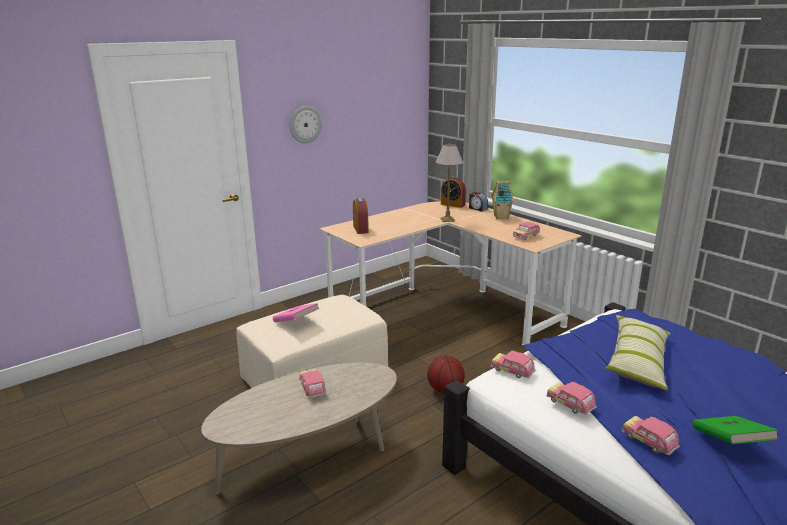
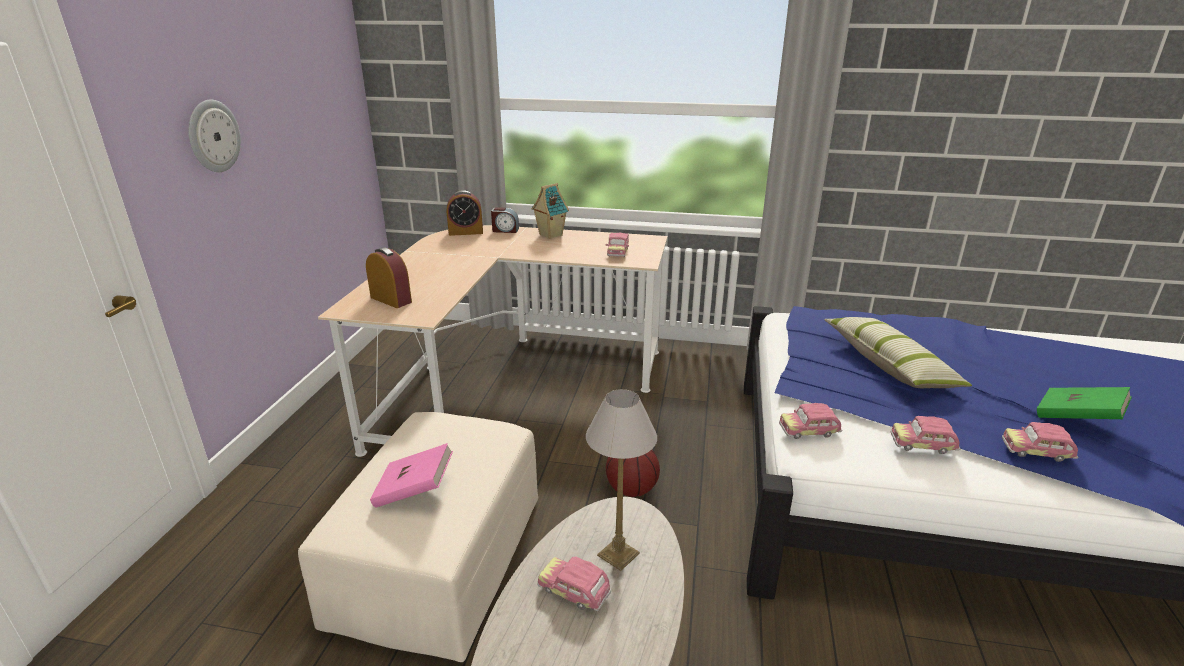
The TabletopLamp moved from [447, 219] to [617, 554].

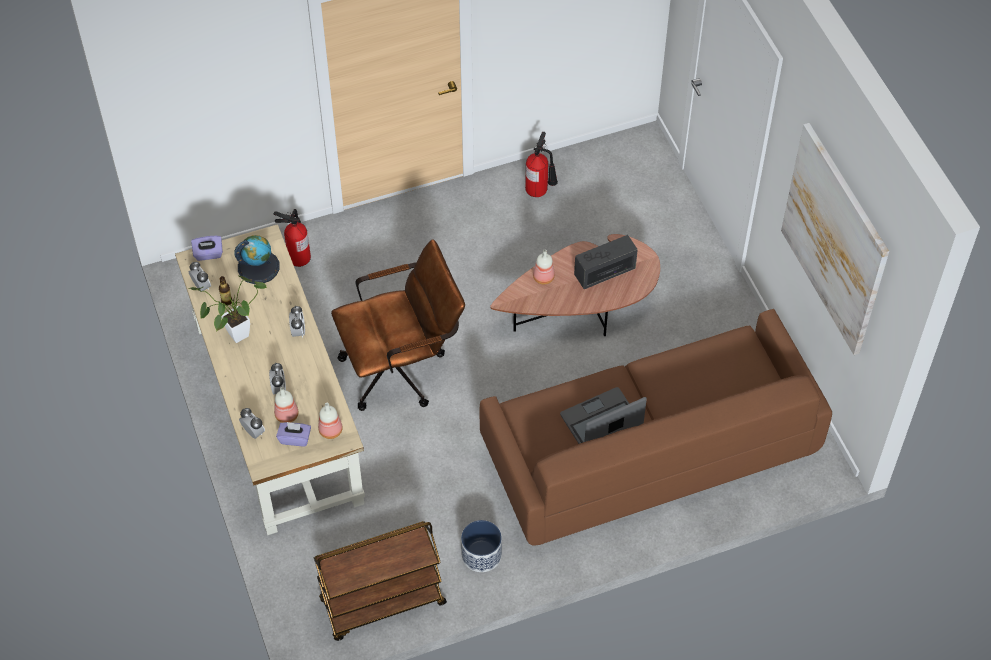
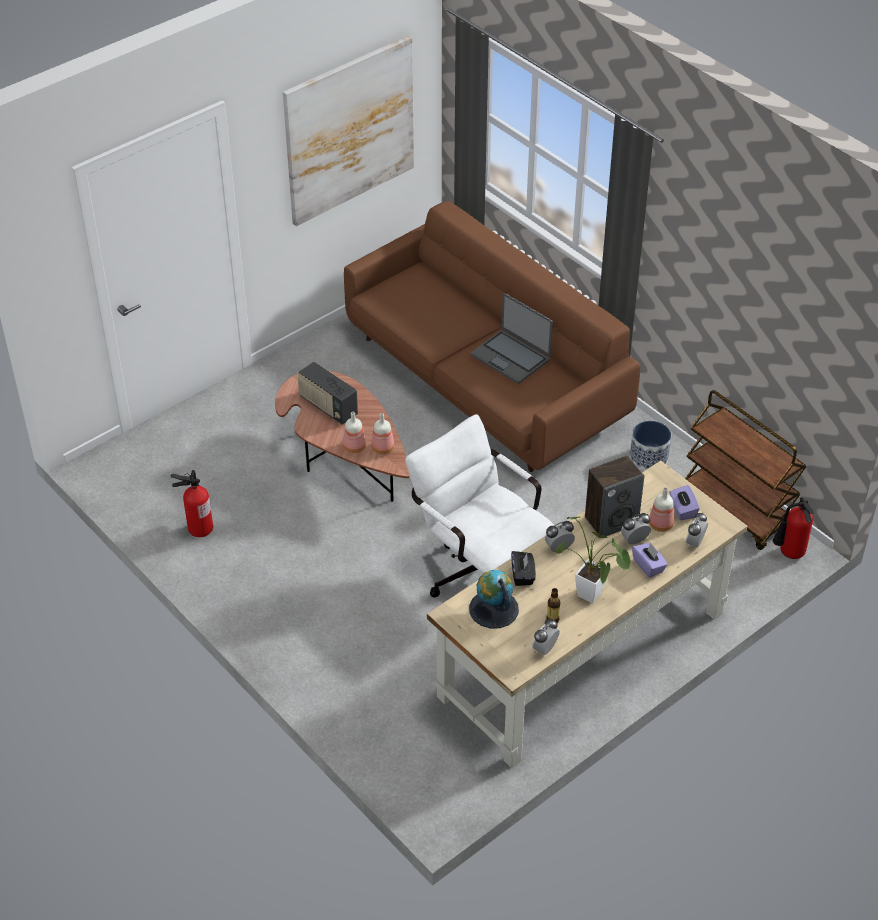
The Bottle moved from [331, 430] to [382, 448].
The BrownishDeskChair at [402, 368] became the WhiteColouredDeskChair at [479, 571].
The BlackBoxOfTissues at [522, 575] appeared.
The Speaker at [611, 520] appeared.
The PurpleBoxOfTissues moved from [208, 254] to [648, 566].
The FireExtinguisher moved from [299, 257] to [789, 554].

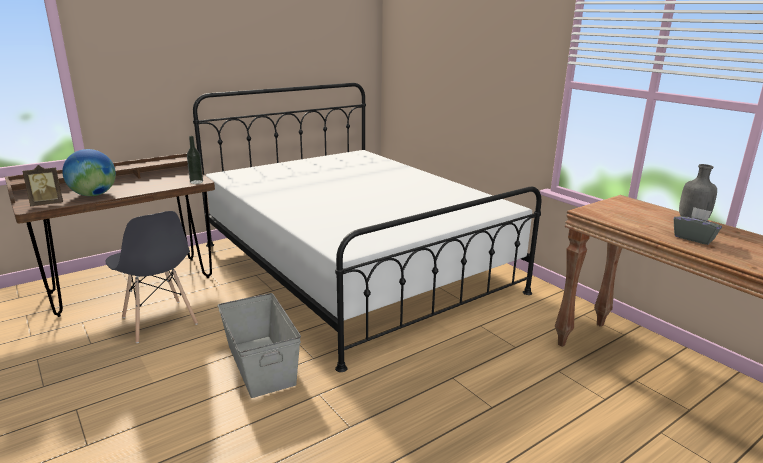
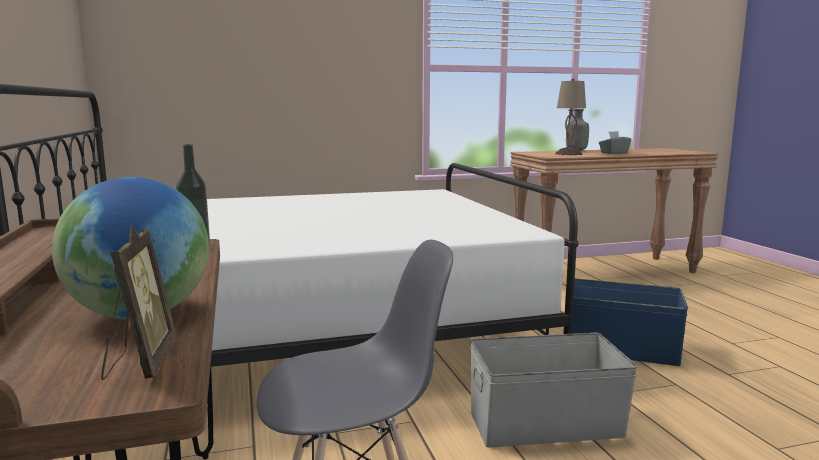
The BeigeColouredTabletopLamp at [569, 154] appeared.
The BluishStorageBin at [620, 348] appeared.

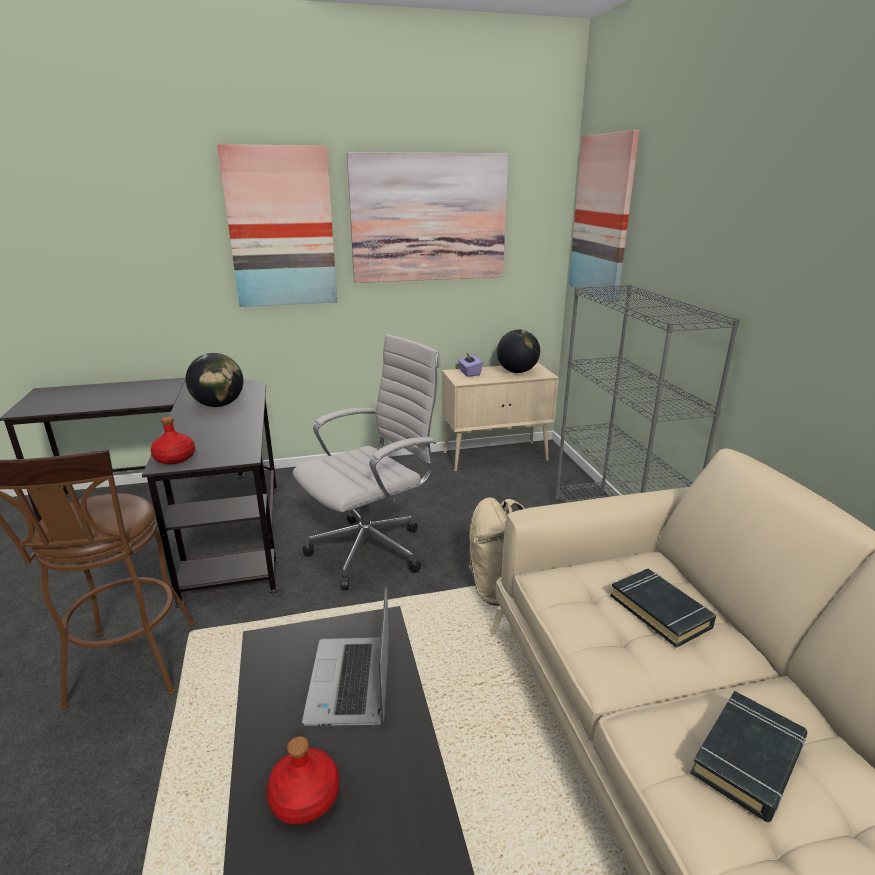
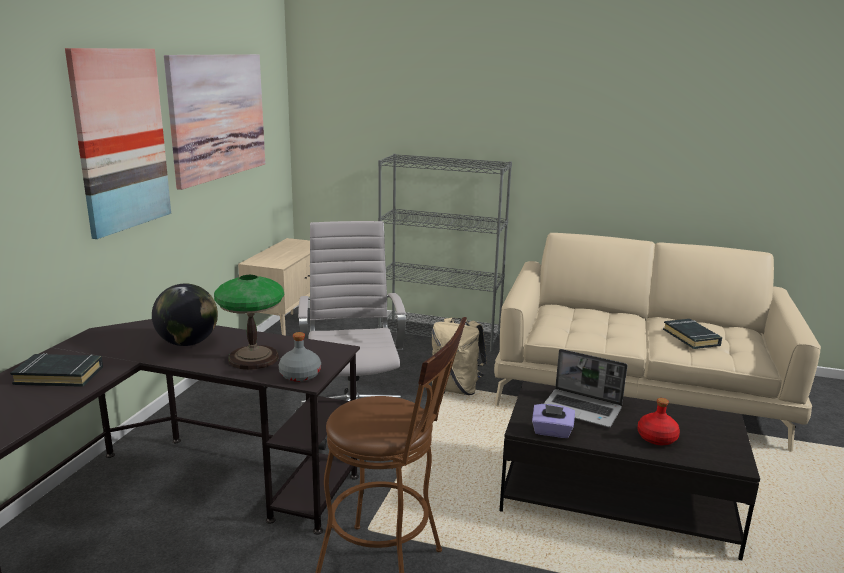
The BlackBoundBook moved from [660, 611] to [59, 375].
The TabletopLamp at [253, 358] appeared.
The RedBottle at [175, 458] became the GreyBottle at [299, 375].
The PurpleBoxOfTissues moved from [469, 373] to [552, 432].
The Globe at [517, 372] disappeared.
The WallPicture at [602, 217] disappeared.

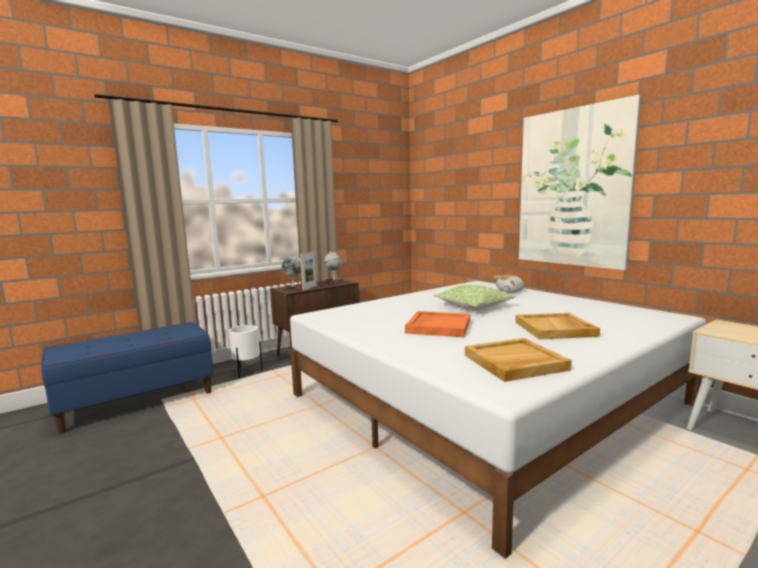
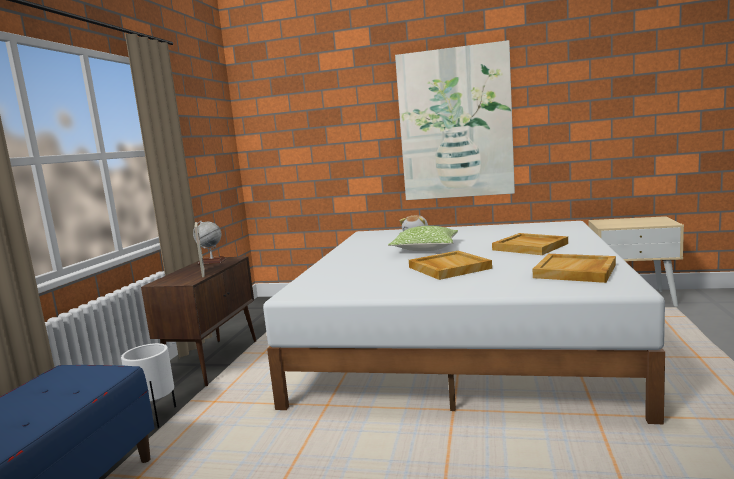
The OrangeColouredCarryingTray at [438, 326] became the BeigeColouredCarryingTray at [448, 268].
The Globe at [293, 288] disappeared.

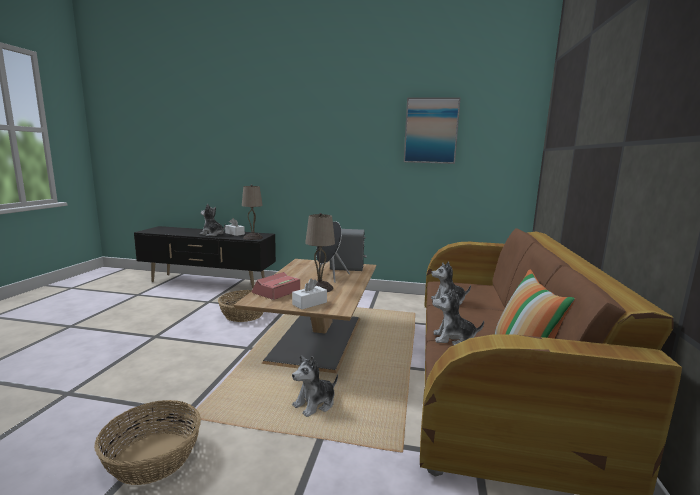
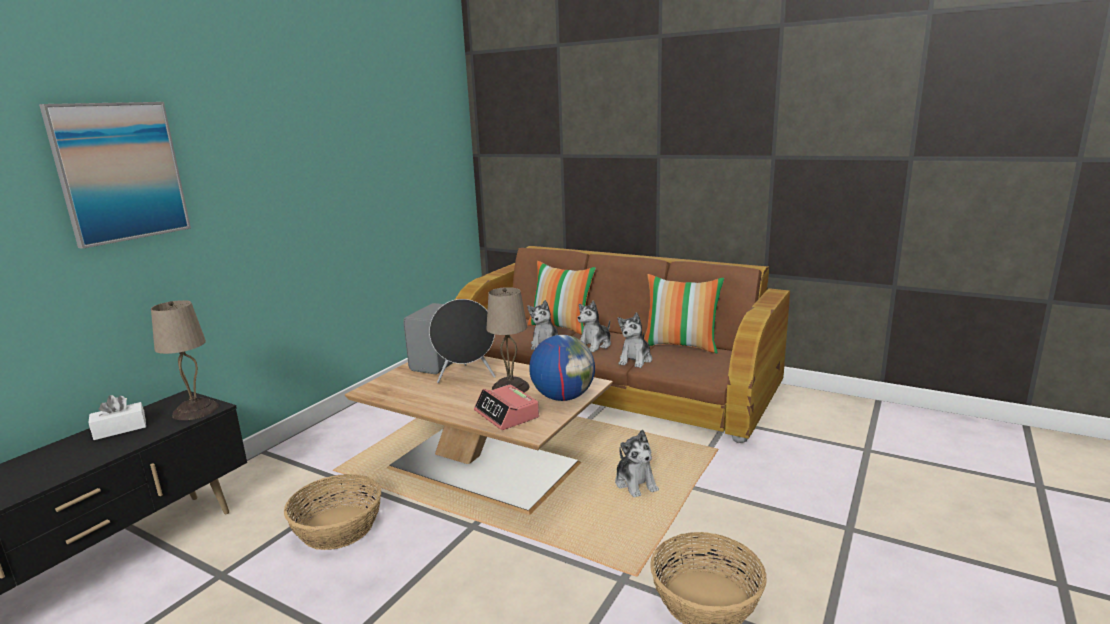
The WallPicture moved from [431, 131] to [120, 172].
The ThrowPillow at [561, 327] appeared.
The WhiteColouredBoxOfTissues at [309, 303] was replaced by the Globe at [563, 397].
The CuddlyToy moved from [212, 234] to [595, 345].

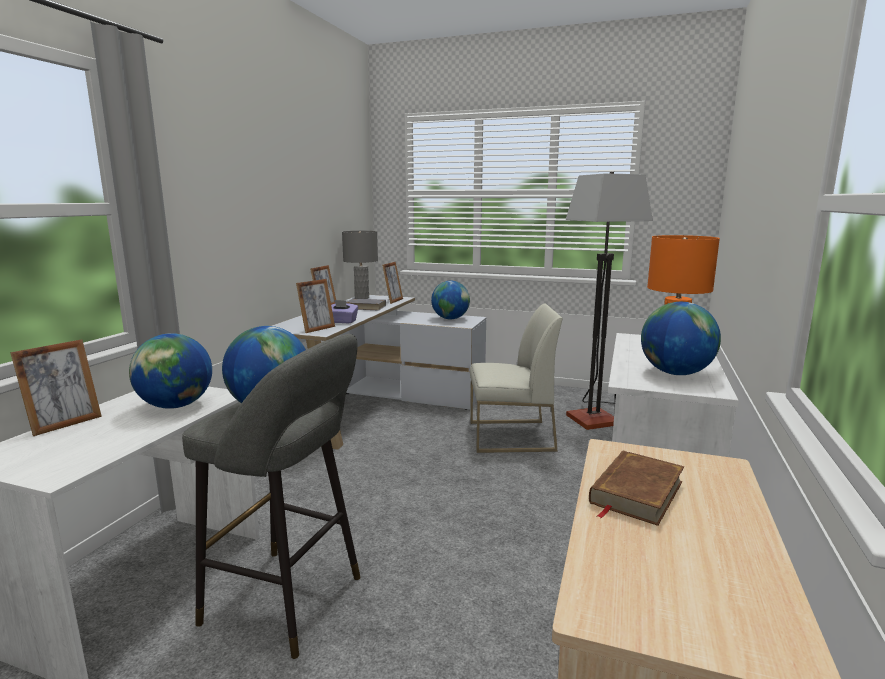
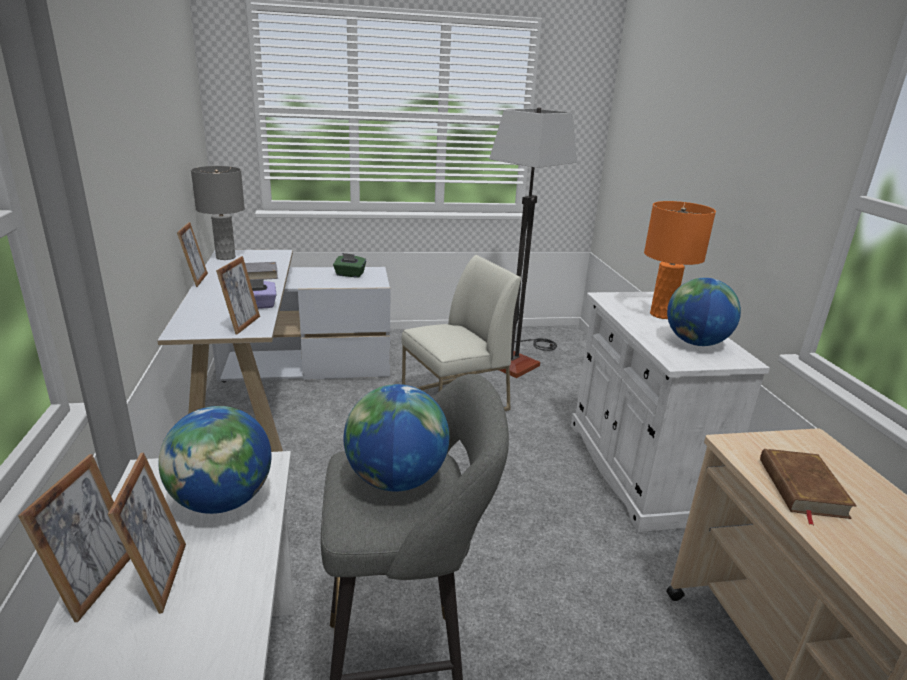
The PhotoFrame moved from [393, 301] to [160, 578].
The Globe at [450, 319] was replaced by the GreenColouredBoxOfTissues at [349, 274].

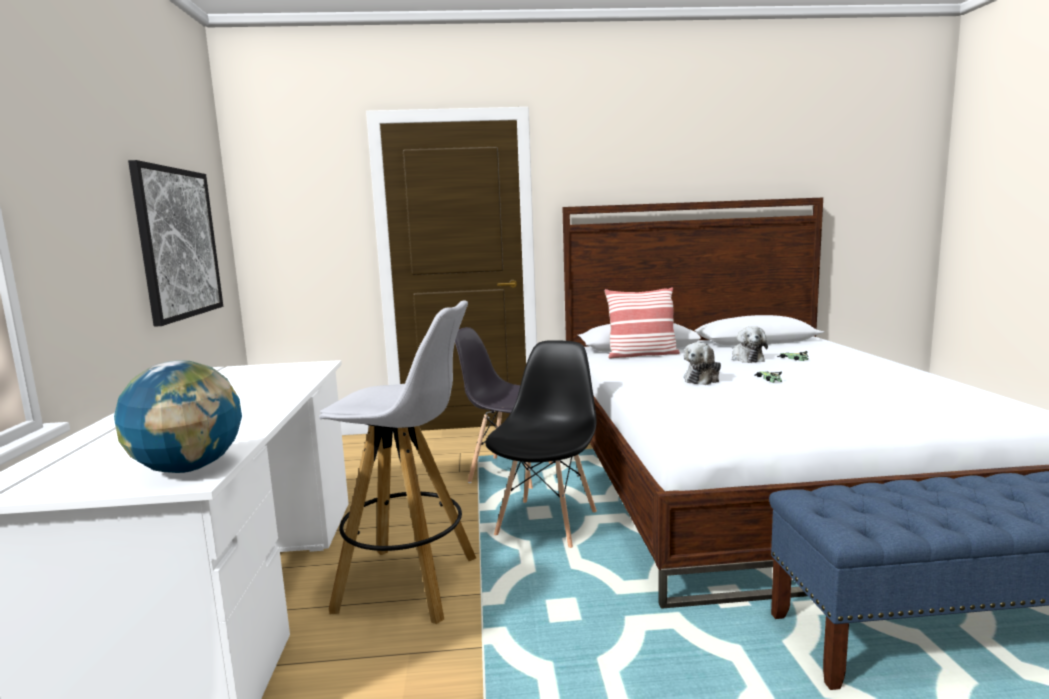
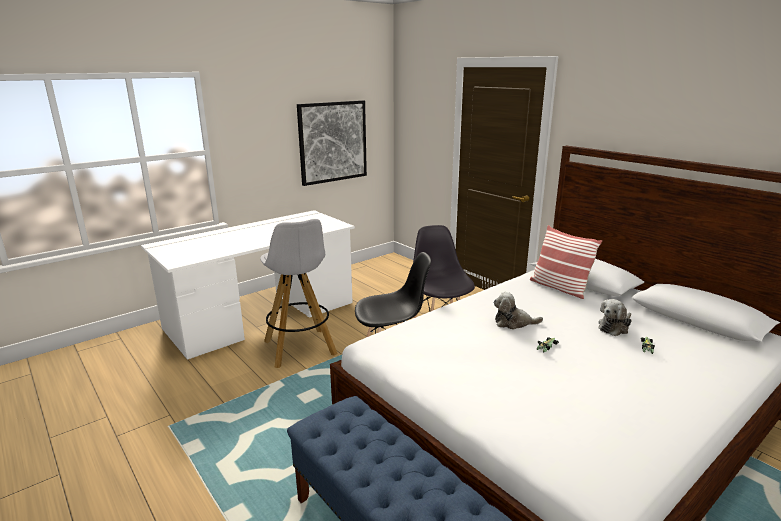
The Globe at [188, 468] disappeared.

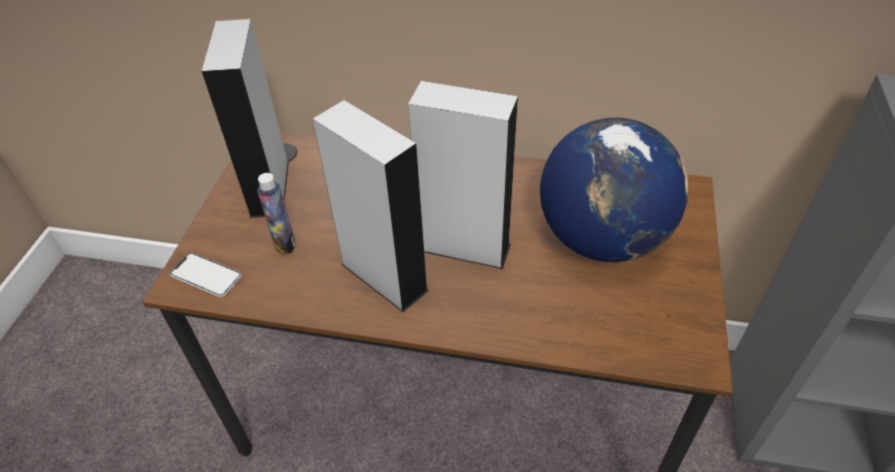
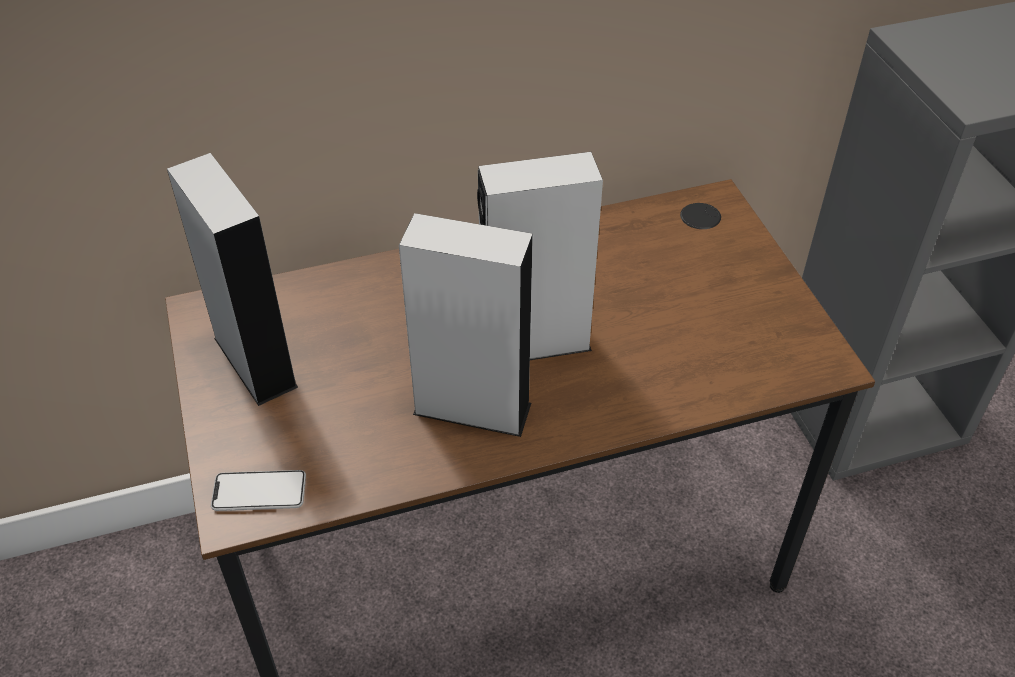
The Bottle at [284, 243] disappeared.
The Globe at [602, 238] disappeared.

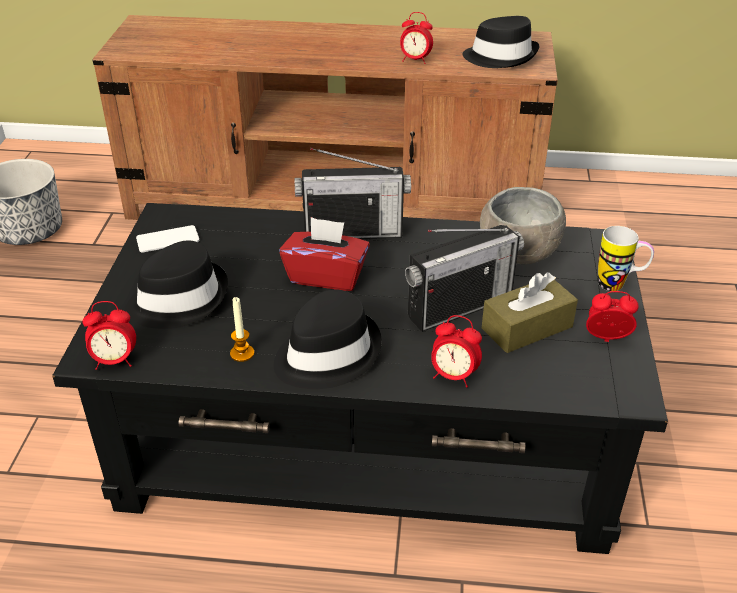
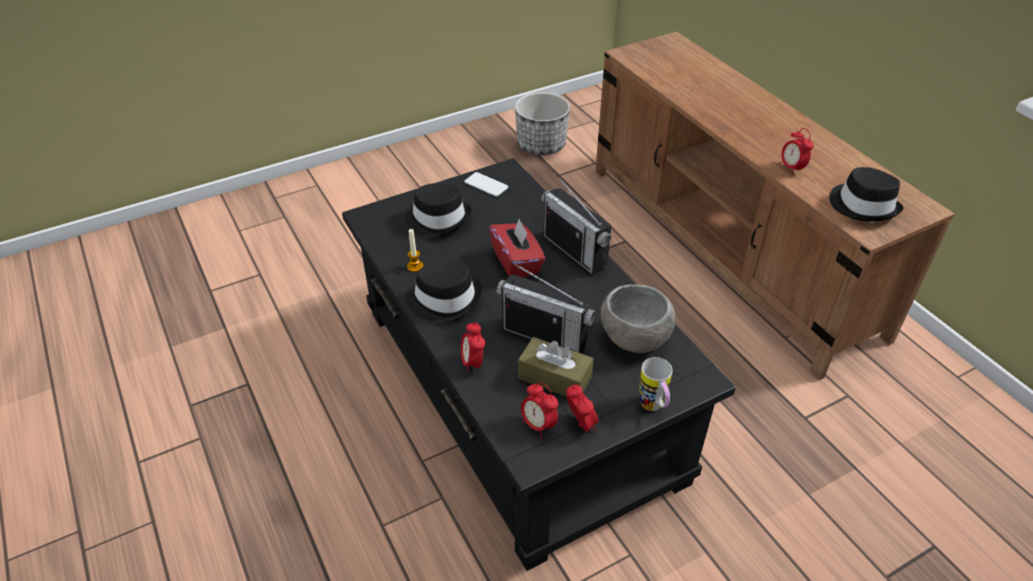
The AlarmClock moved from [114, 361] to [538, 425].

